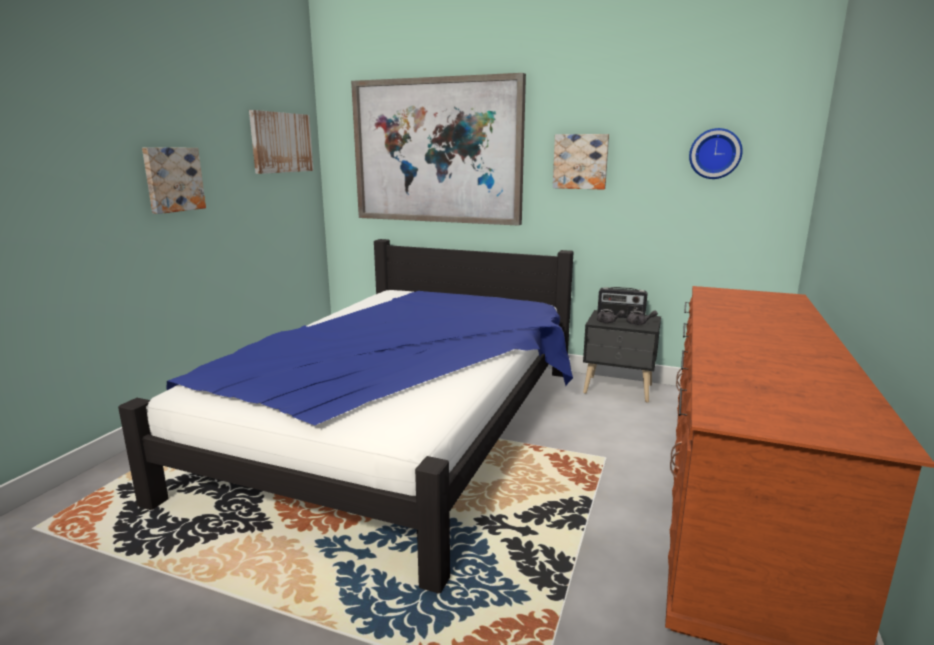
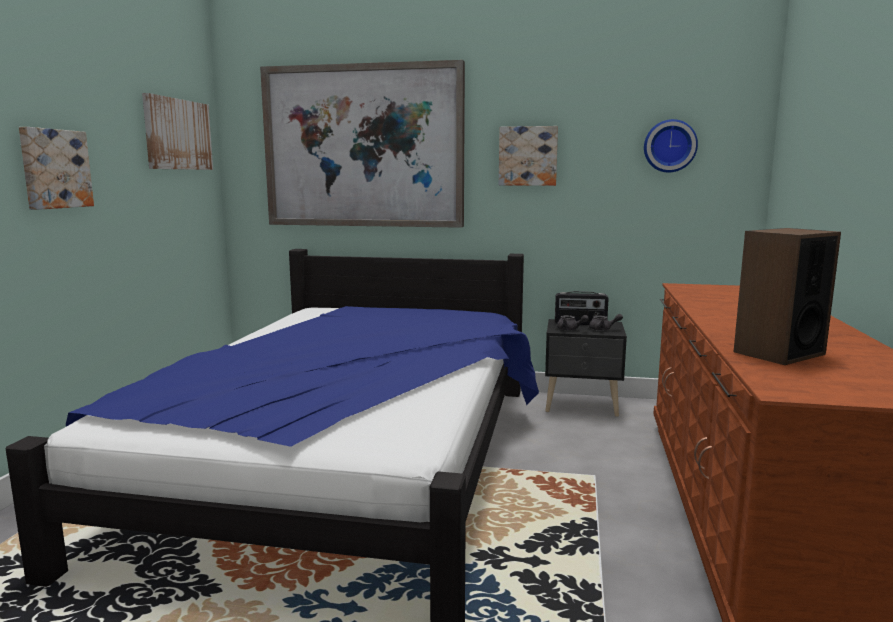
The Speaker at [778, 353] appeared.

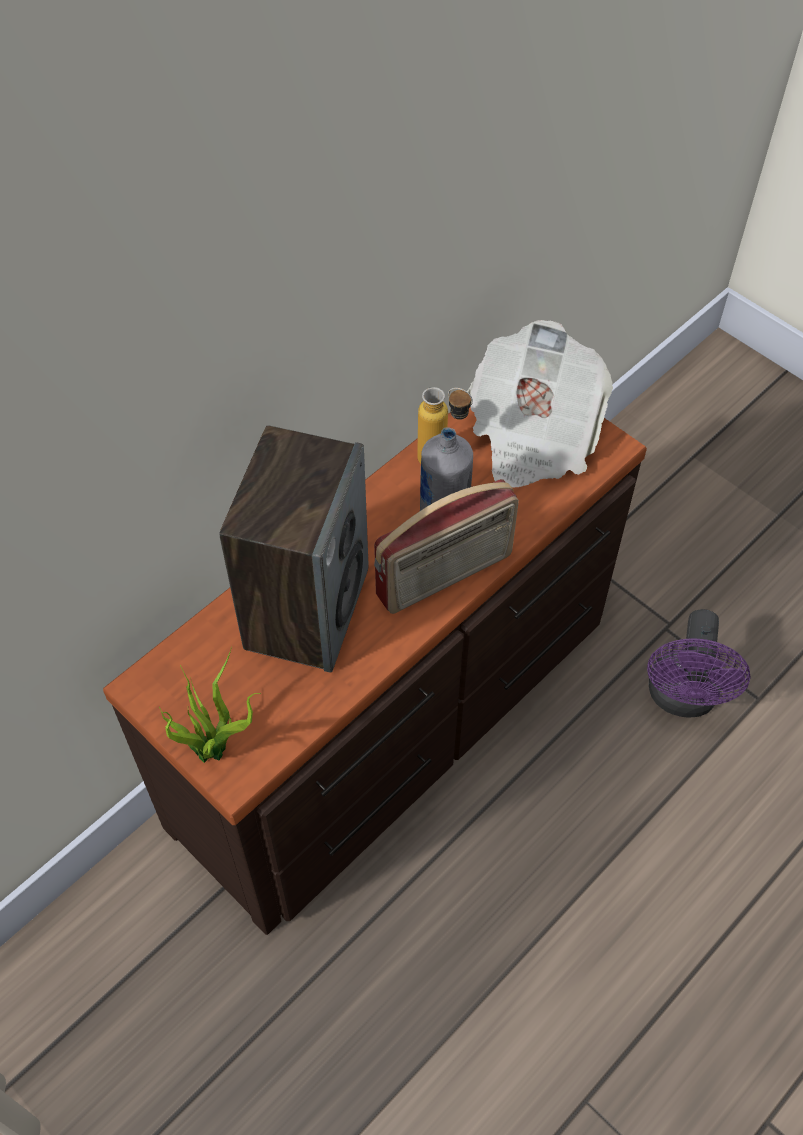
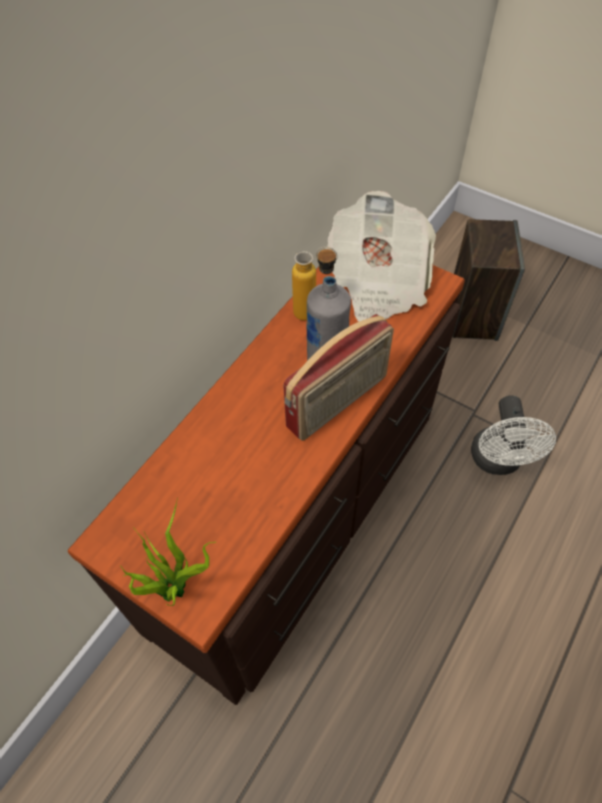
The Speaker moved from [306, 607] to [472, 315].
The PurpleCoolingFan at [682, 698] became the WhiteColouredCoolingFan at [497, 461].

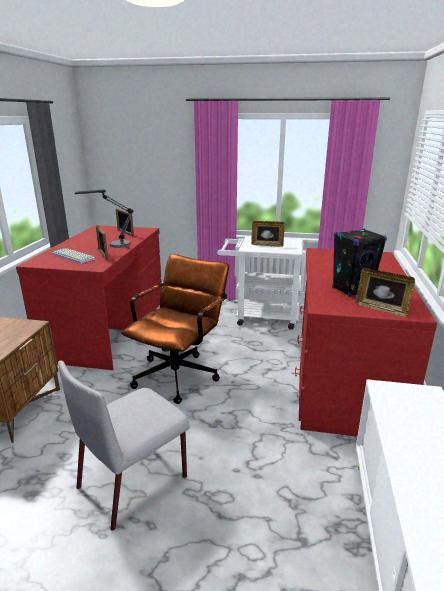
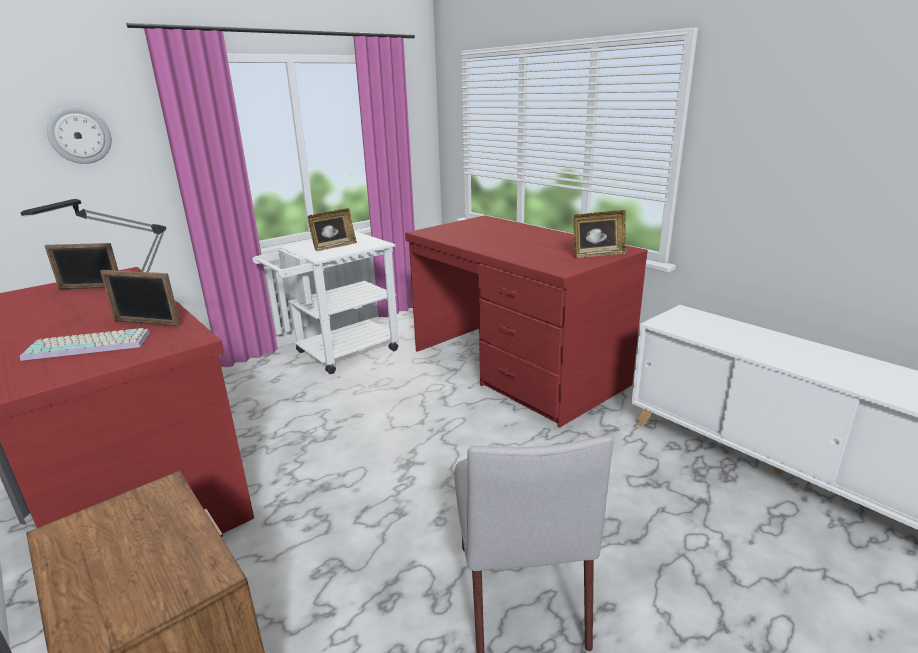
The WallClock at [79, 135] appeared.
The BrownishDeskChair at [180, 373] disappeared.
The BlackSpeaker at [352, 290] disappeared.

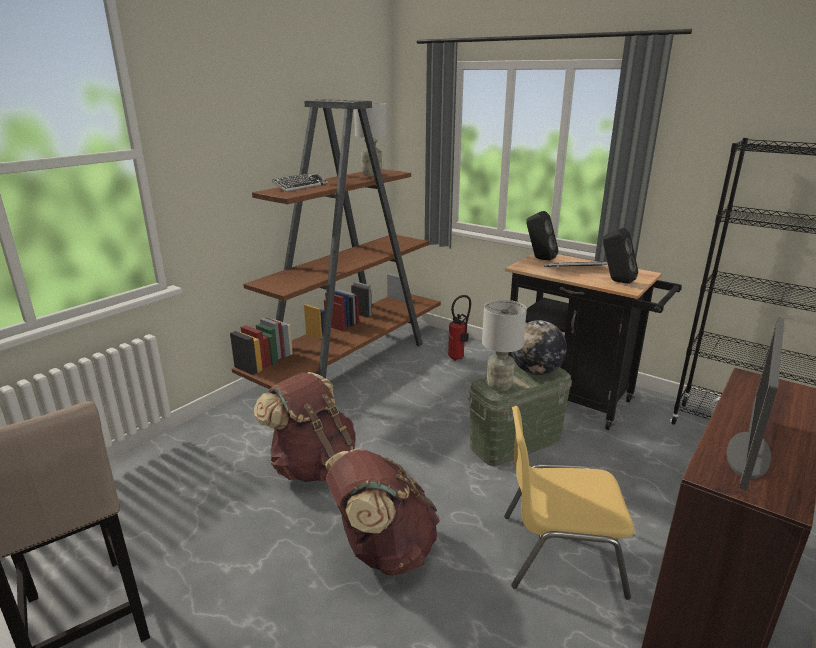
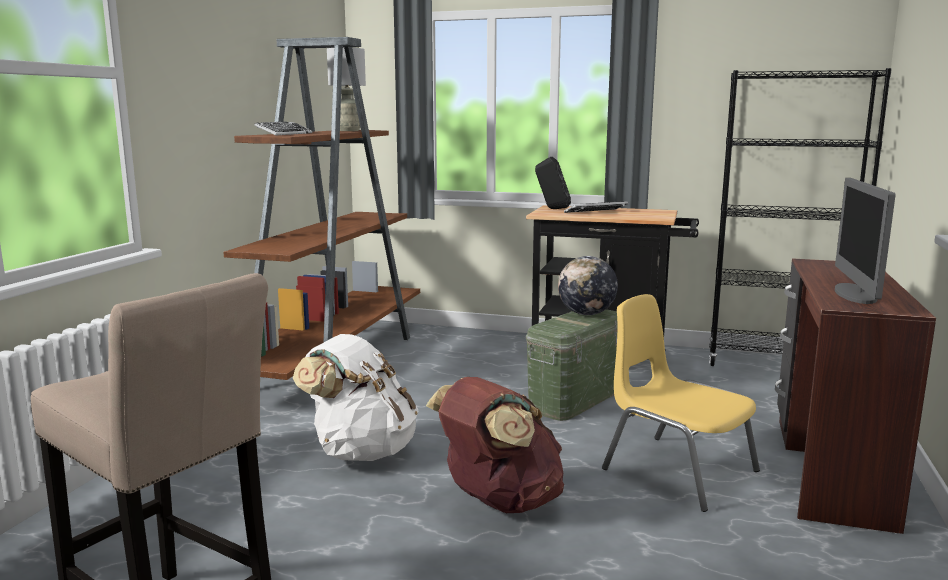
The BrownishBackpack at [313, 465] became the WhiteColouredBackpack at [361, 451].
The YellowColouredChair at [559, 552] turned 60 degrees clockwise.
The FireExtinguisher at [458, 358] disappeared.
The GreyTabletopLamp at [499, 386] disappeared.
The BlackSpeaker at [615, 281] disappeared.

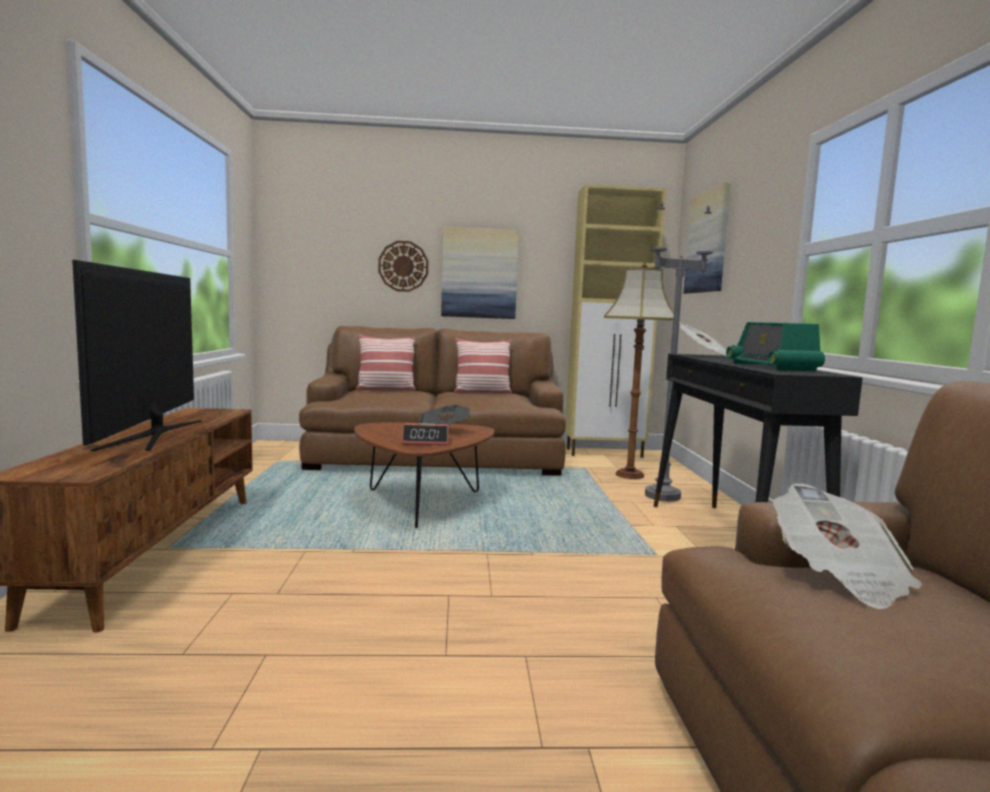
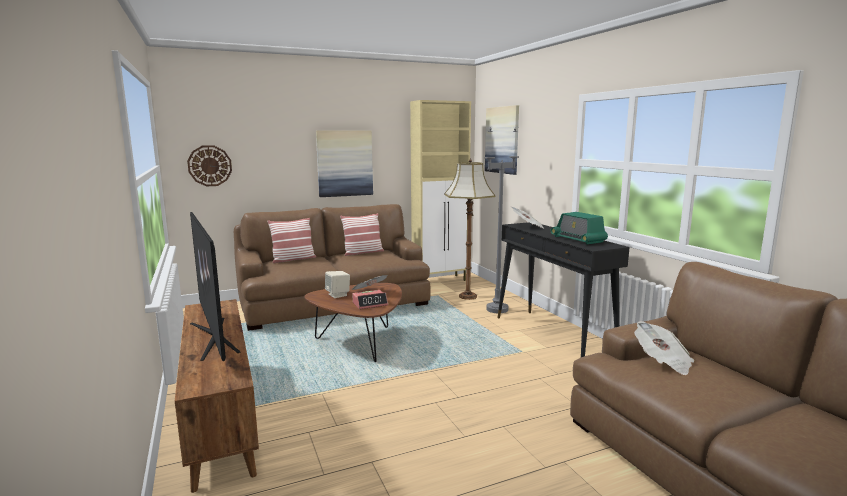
The WallClock moved from [403, 266] to [210, 165].
The BeigeColouredSpeaker at [338, 295] appeared.

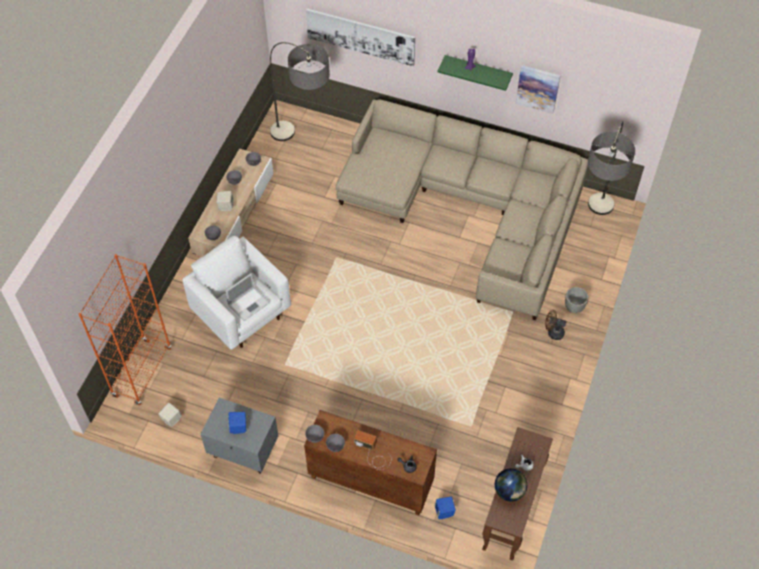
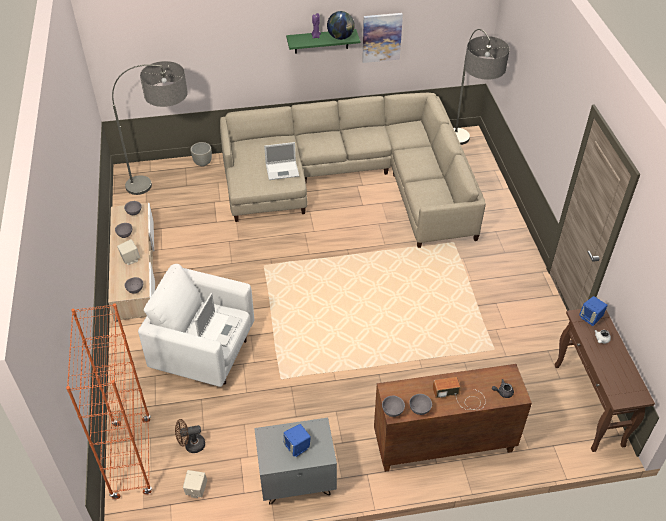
The BrownishCoolingFan moved from [553, 332] to [191, 445].
The GreyFlowerPot moved from [574, 307] to [203, 163].
The Laptop at [283, 170] appeared.
The Globe moved from [509, 491] to [340, 37].
The BluishSpeaker moved from [444, 512] to [590, 318].
The WallPicture at [360, 36] disappeared.

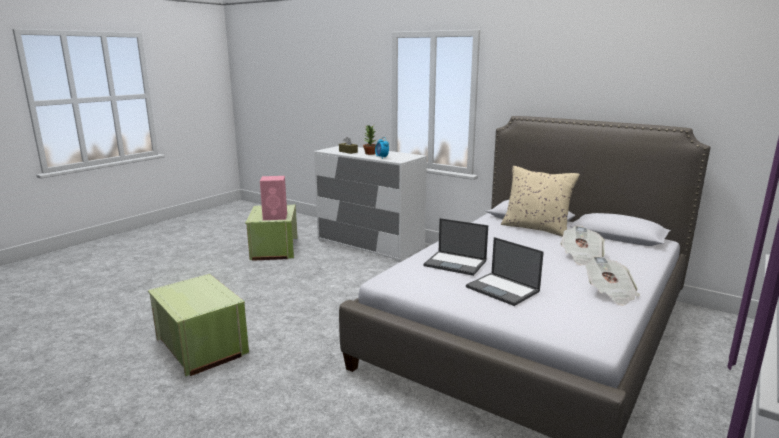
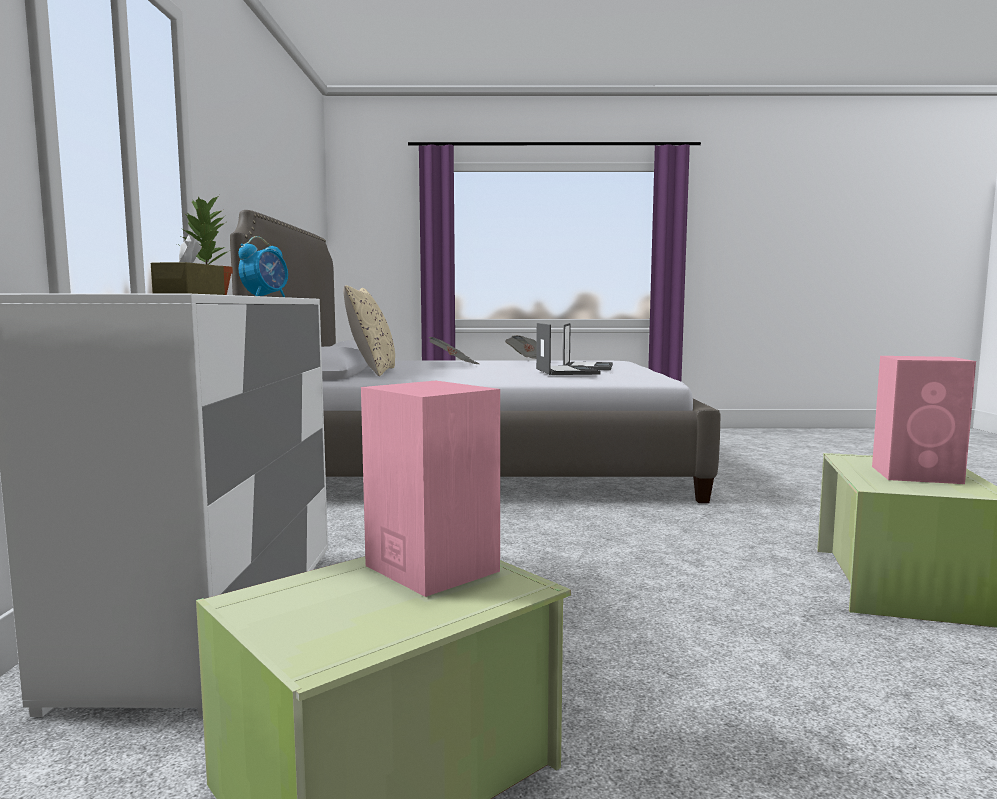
The PinkSpeaker at [918, 475] appeared.

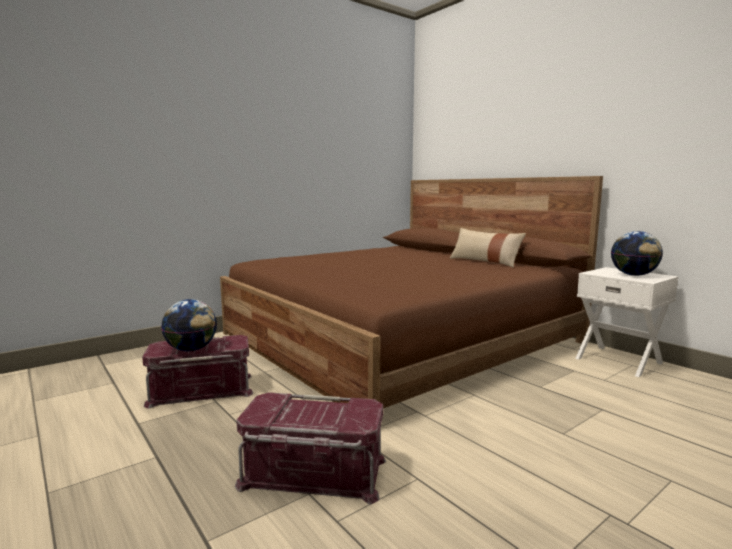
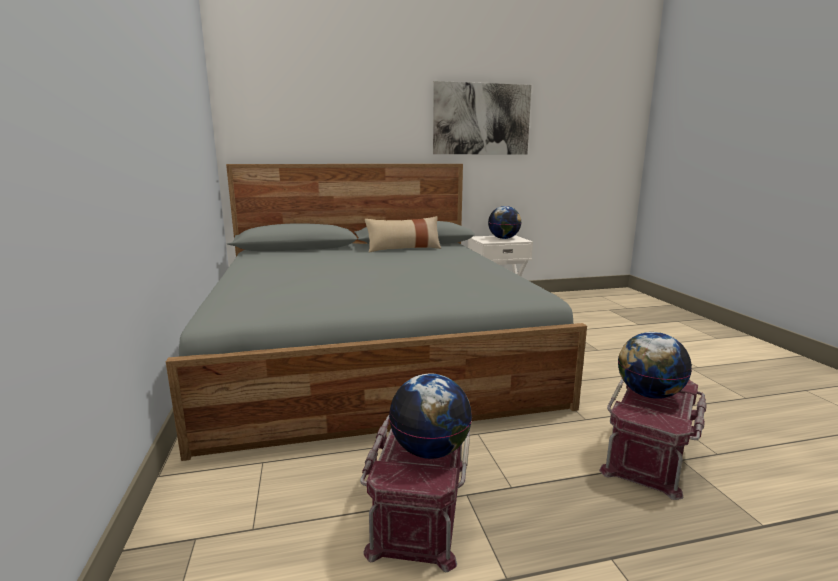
The BrownishSleepingBed at [400, 338] became the GreySleepingBed at [371, 350].
The WallPicture at [481, 119] appeared.
The Globe at [648, 394] appeared.

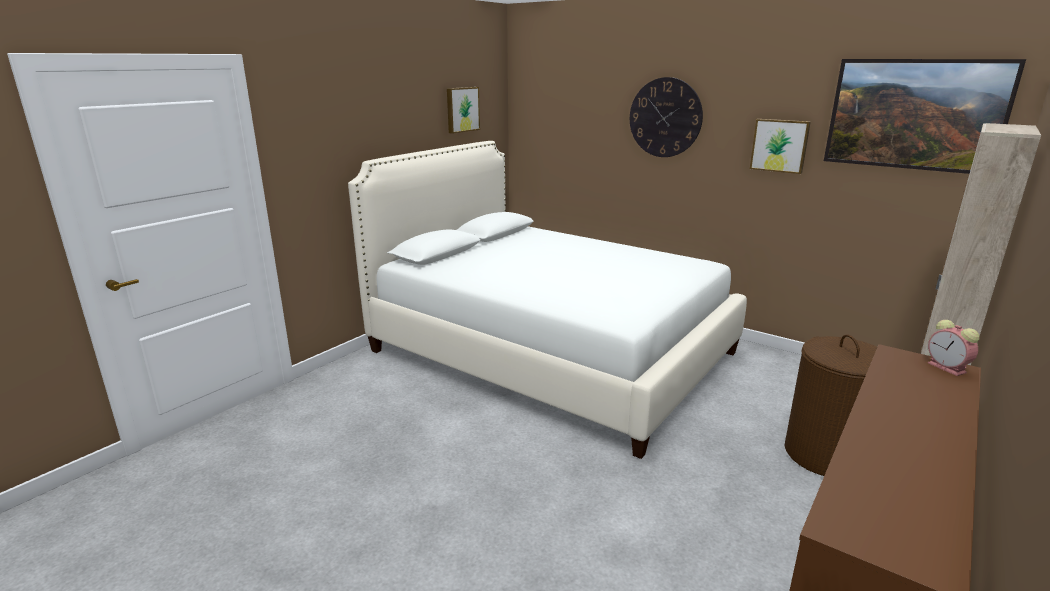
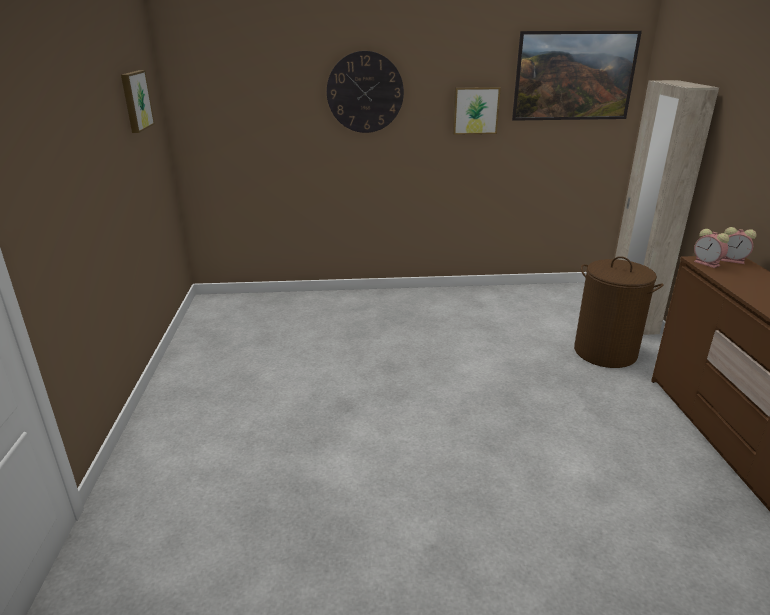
The AlarmClock at [708, 264] appeared.
The WhiteColouredSleepingBed at [551, 351] disappeared.

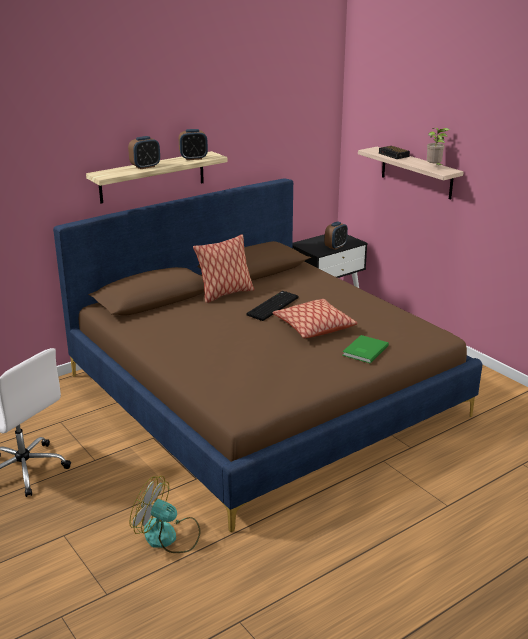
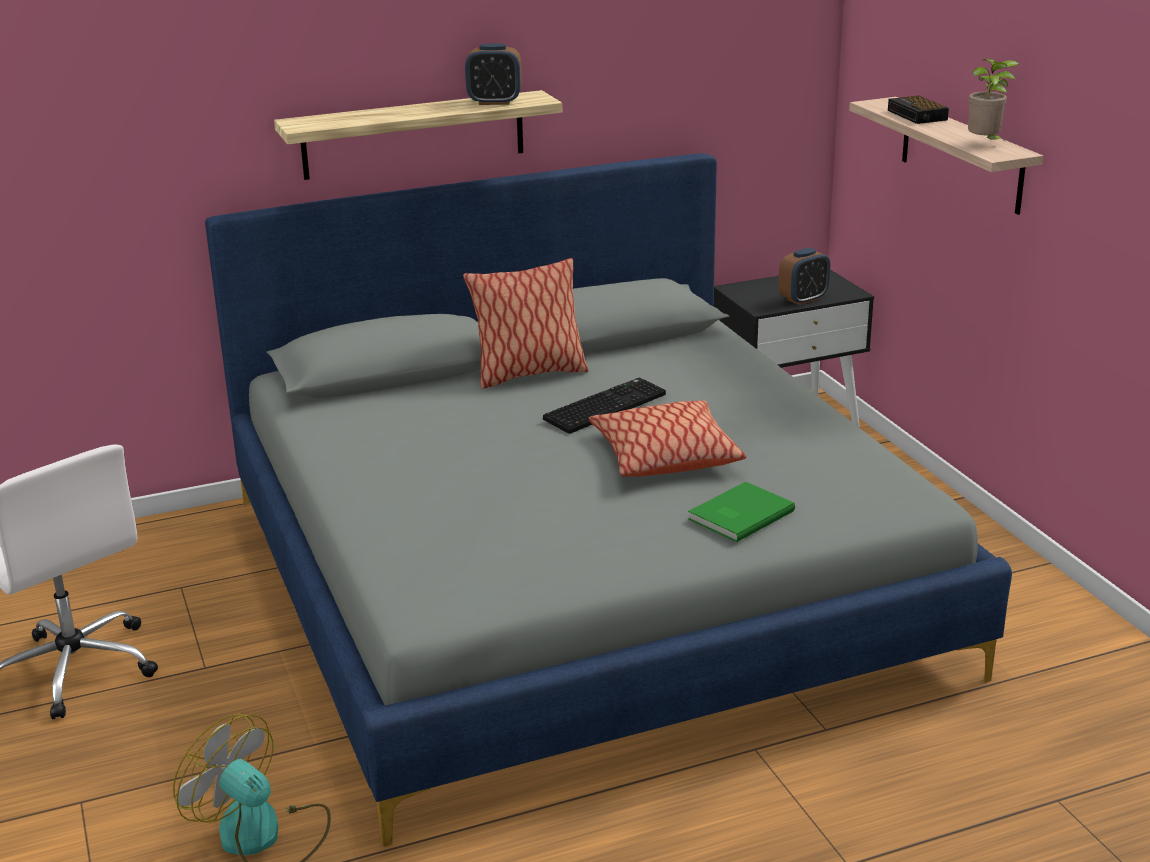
The BrownishSleepingBed at [263, 394] became the GreySleepingBed at [578, 582].
The AlarmClock at [145, 167] disappeared.

